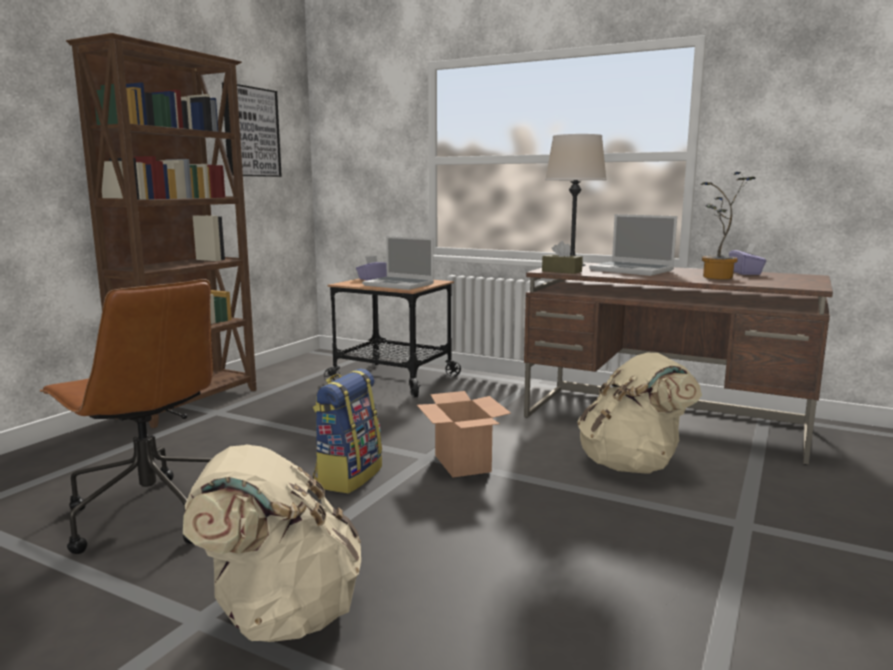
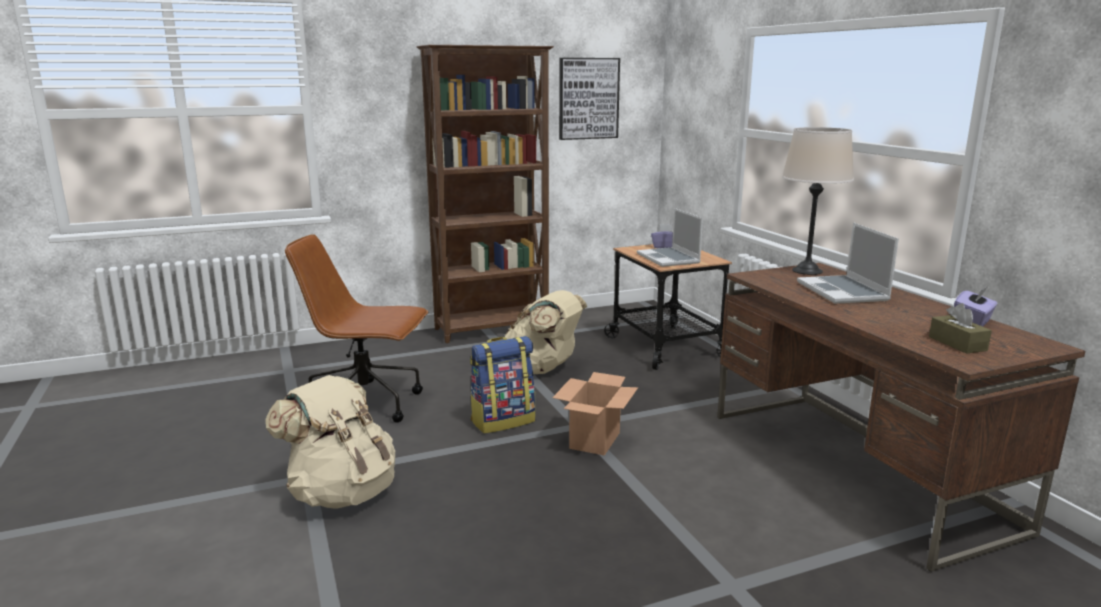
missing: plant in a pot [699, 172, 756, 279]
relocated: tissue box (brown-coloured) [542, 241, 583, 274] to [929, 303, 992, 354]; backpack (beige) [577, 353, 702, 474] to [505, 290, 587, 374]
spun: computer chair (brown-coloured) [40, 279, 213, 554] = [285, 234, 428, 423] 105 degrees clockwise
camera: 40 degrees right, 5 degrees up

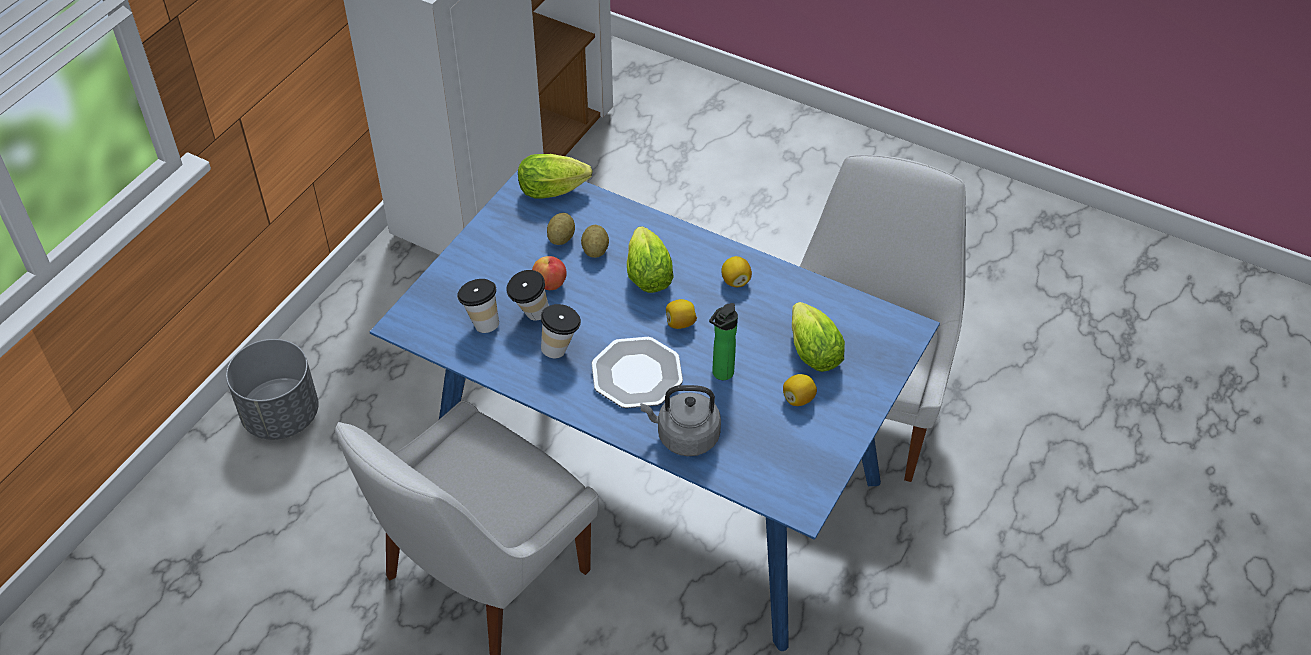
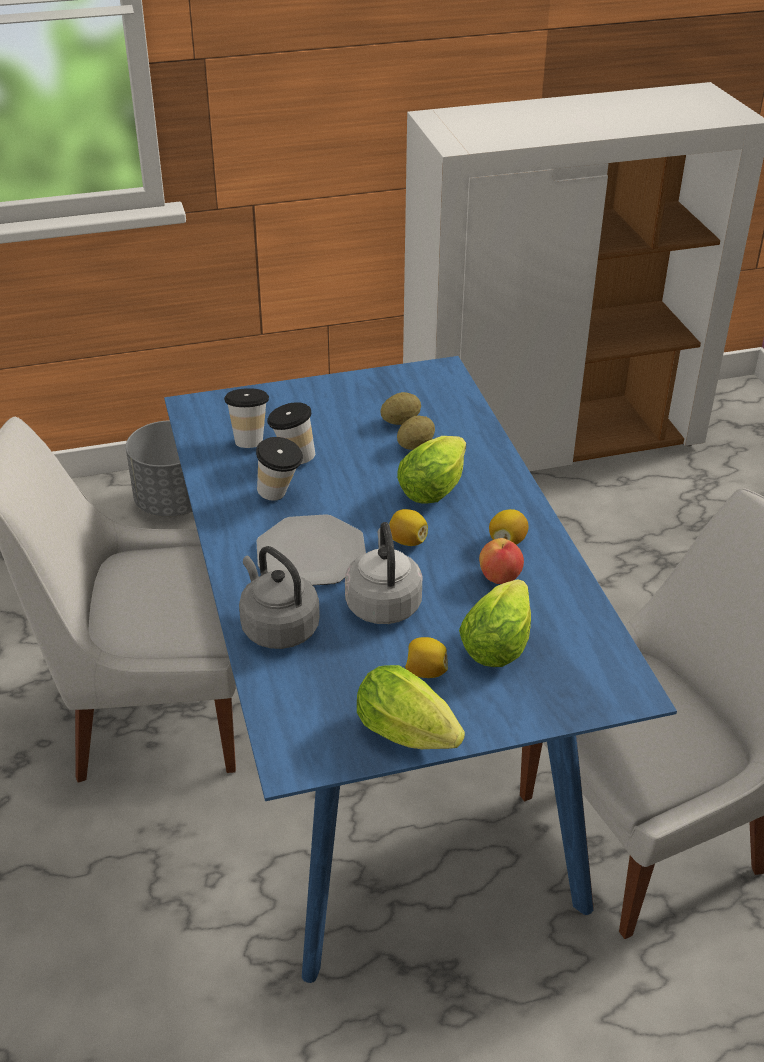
relocated: head of lettuce [518, 154, 592, 199] to [357, 665, 465, 749]; apple fruit [532, 256, 567, 290] to [479, 538, 524, 584]
exchanged: drink bottle [709, 303, 738, 380] to water kettle (gray) [345, 522, 422, 624]
camera: 45 degrees right, 10 degrees down

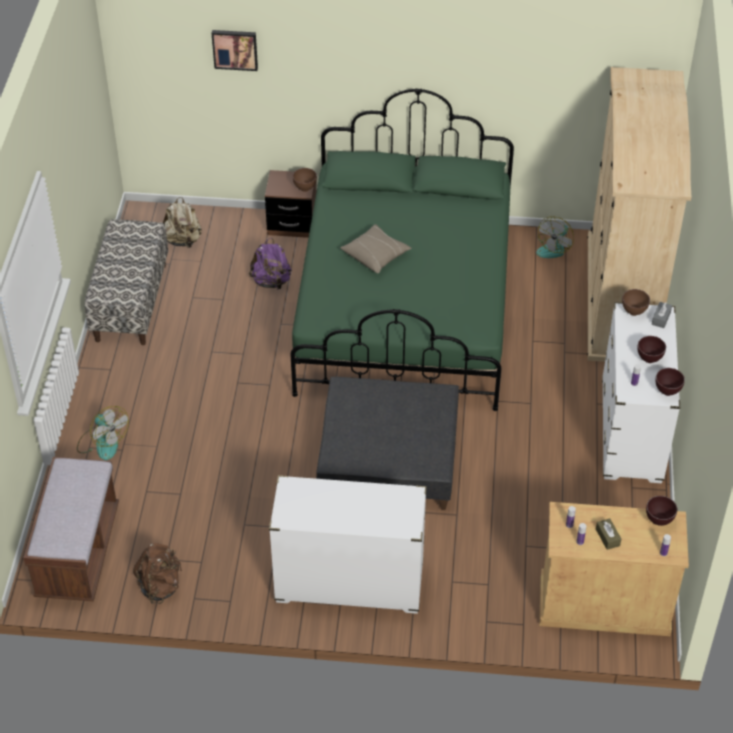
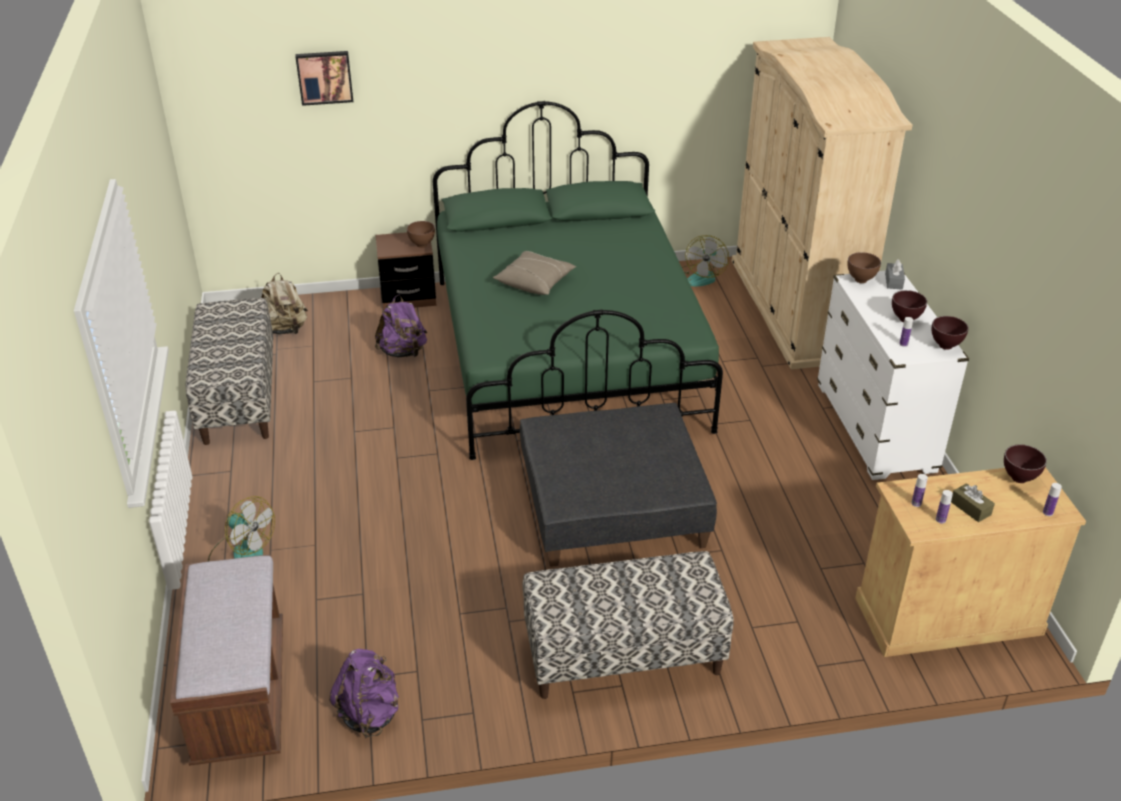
exchanged: chest of drawers (white-coloured) [269, 475, 427, 614] to bench [522, 551, 734, 699]
colour: backpack (brown-coloured) [133, 543, 182, 604] to backpack (purple-coloured) [329, 649, 399, 738]
camera: 15 degrees left, 10 degrees down

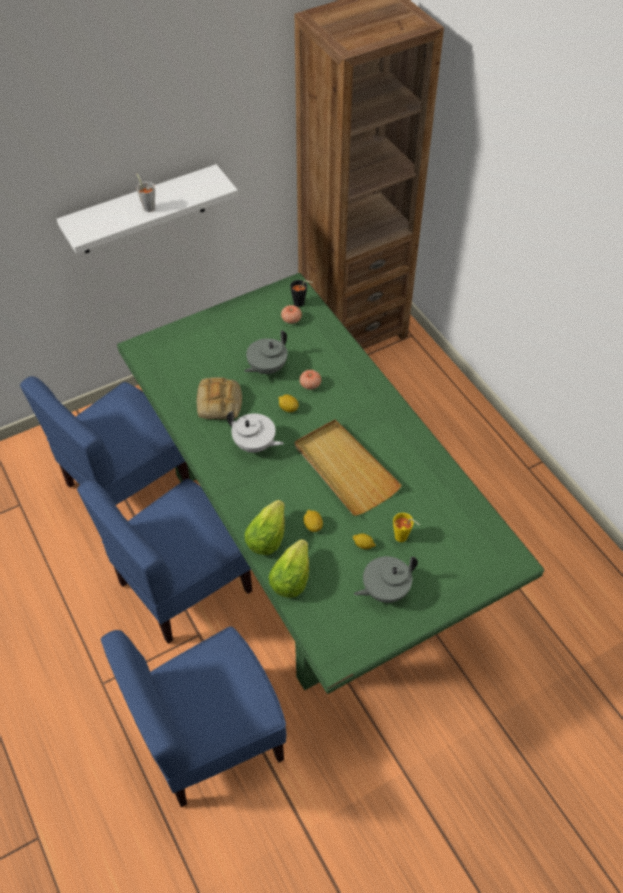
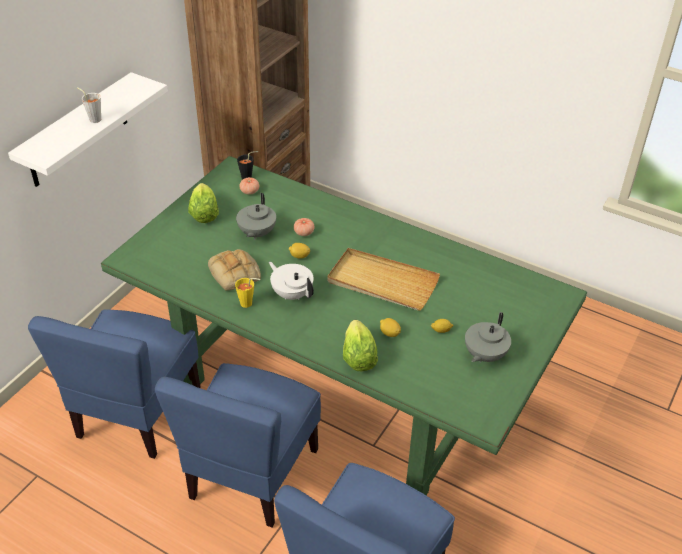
relocated: head of lettuce [268, 539, 309, 598] to [188, 183, 219, 223]; small cup (yellow) [393, 513, 420, 542] to [235, 278, 261, 308]
spun: teapot (white-coloured) [227, 411, 284, 453] = [269, 262, 314, 300] 135 degrees counterclockwise
camera: 30 degrees left, 10 degrees down

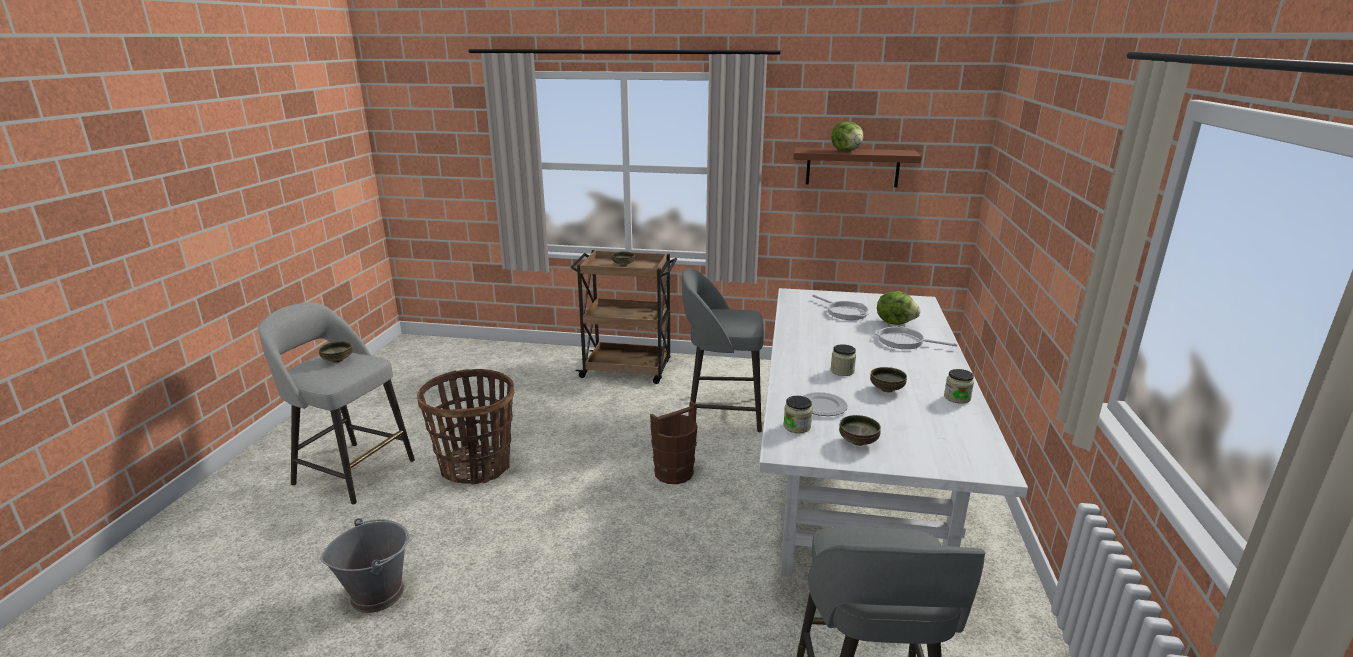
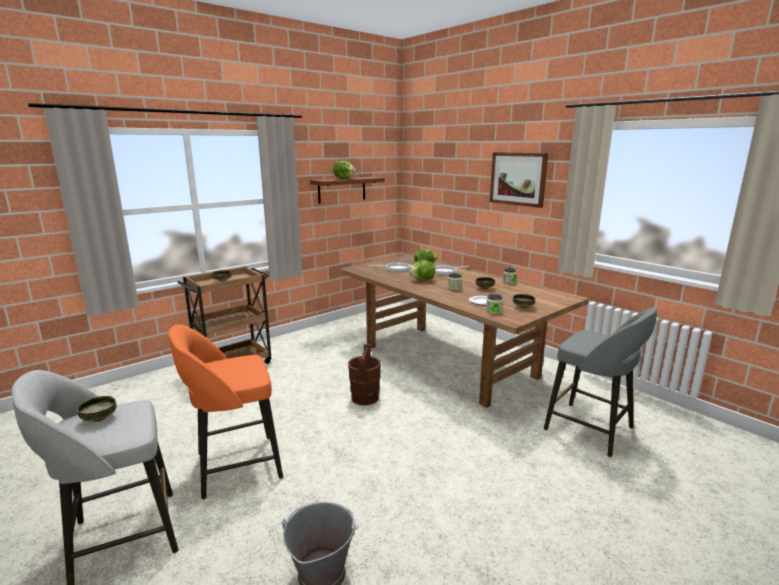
missing: sitting stool (gray) [682, 268, 764, 432]
appeared: head of lettuce [409, 260, 435, 281]; wall picture [490, 152, 548, 208]
exchanged: household basket [417, 369, 514, 485] to sitting stool (orangey) [168, 324, 283, 499]
colour: dining table (white-coloured) [759, 288, 1028, 577] to dining table (brown-coloured) [340, 254, 589, 408]
camera: 50 degrees left, 5 degrees down

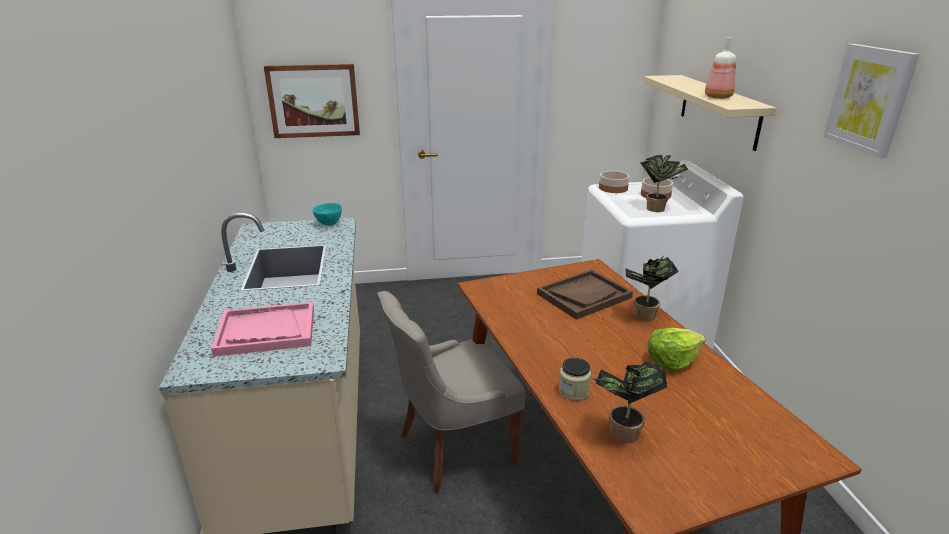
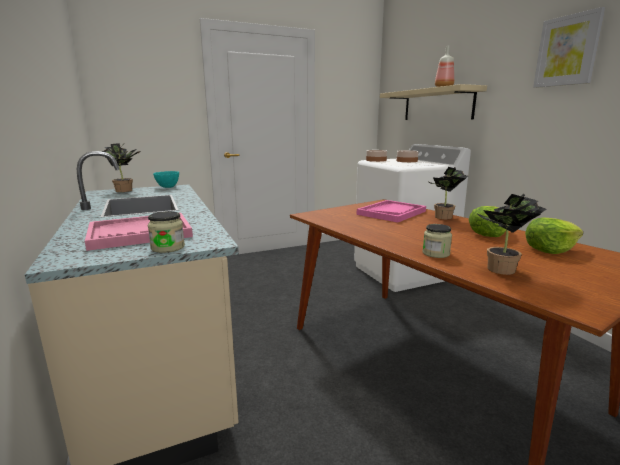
missing: wall picture [264, 64, 360, 138]; upright chair (gray) [377, 291, 526, 493]
appeared: preserve jar [148, 211, 185, 253]; head of lettuce [525, 217, 583, 254]
relocated: plant in a pot [640, 155, 688, 212] to [102, 143, 140, 192]
colour: carrying tray (brown-coloured) [537, 269, 633, 320] to carrying tray (pink) [356, 200, 426, 223]
camera: 15 degrees left, 10 degrees down

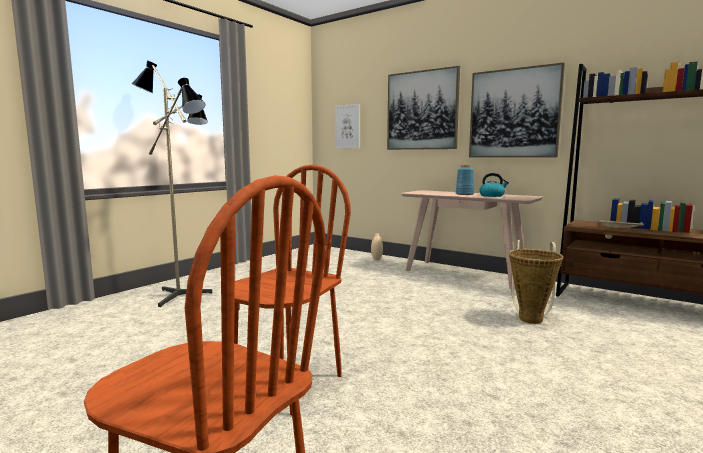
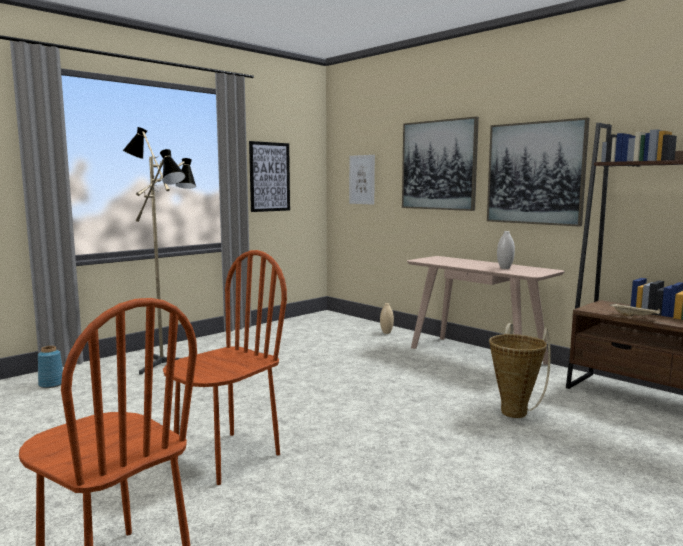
appeared: wall picture [249, 141, 290, 212]
relocated: flower vase (blue-coloured) [456, 165, 474, 195] to [38, 346, 63, 388]
exchanged: water kettle [480, 173, 509, 197] to flower vase (white-coloured) [497, 231, 515, 269]
camera: 10 degrees right, 0 degrees up

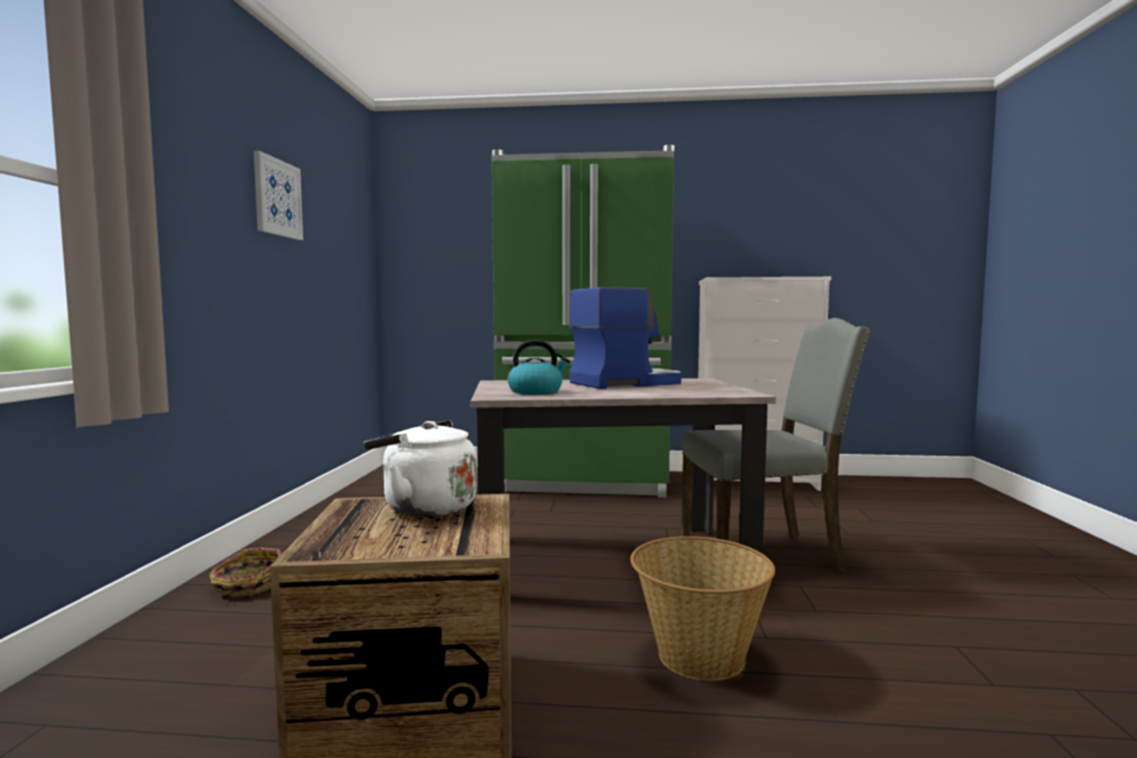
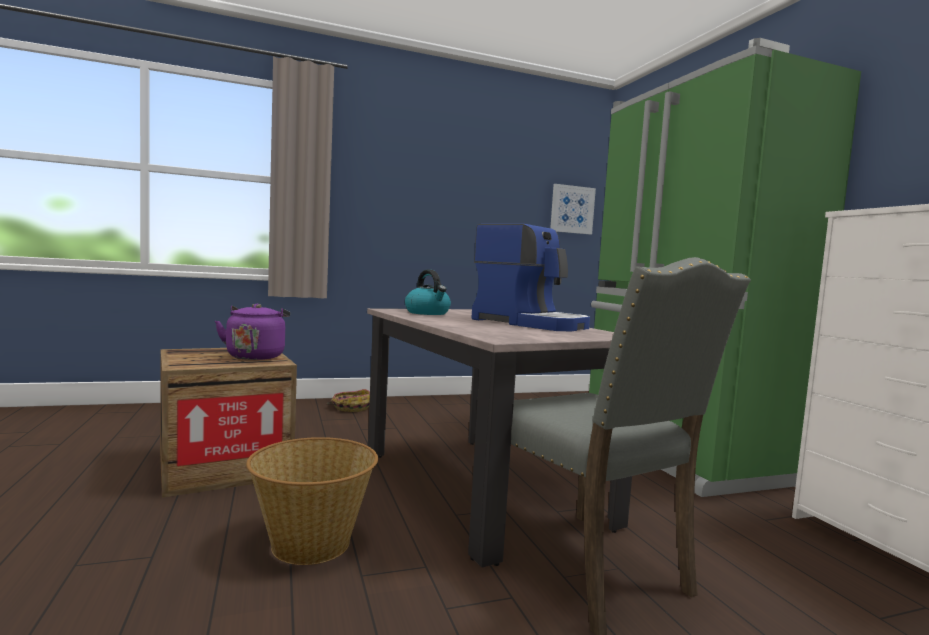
relocated: wall picture [254, 151, 303, 240] to [550, 184, 596, 234]
colour: water kettle (white-coloured) [363, 420, 477, 517] to water kettle (purple-coloured) [215, 304, 290, 360]
camera: 65 degrees right, 0 degrees up

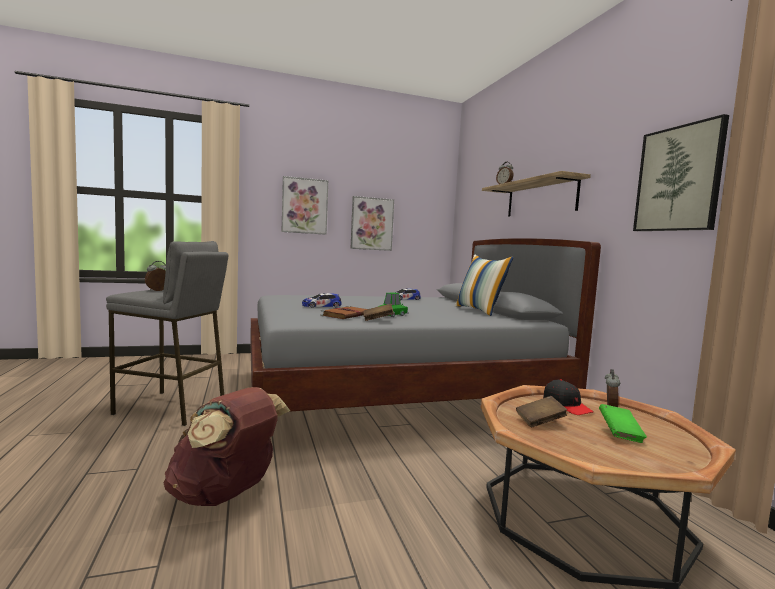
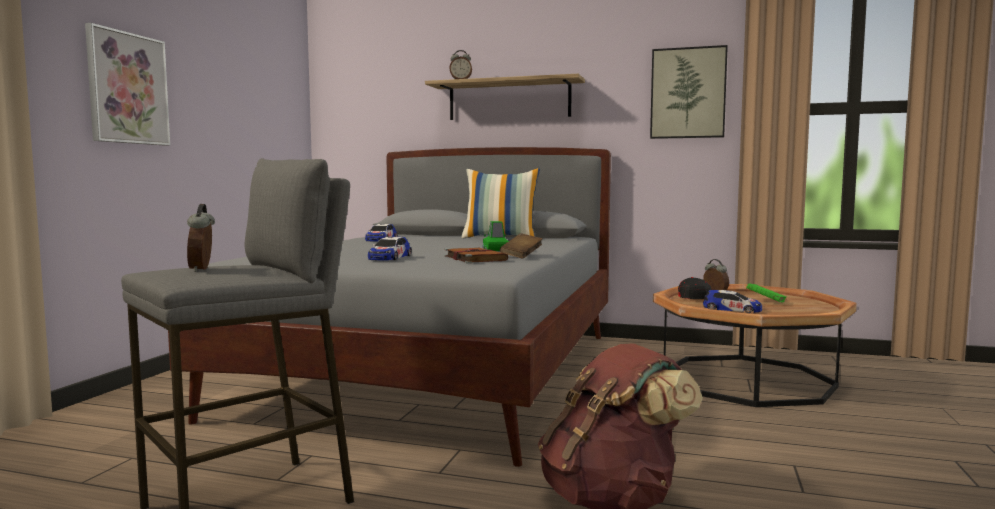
missing: wall picture [350, 196, 394, 251]
exchanged: bound book (brown-coloured) [516, 396, 567, 427] to toy car [703, 290, 762, 313]
camera: 55 degrees left, 0 degrees up

